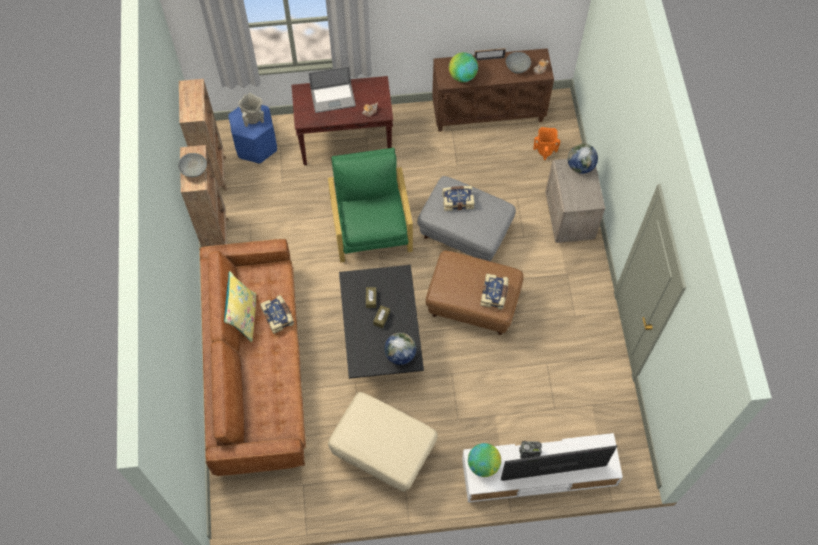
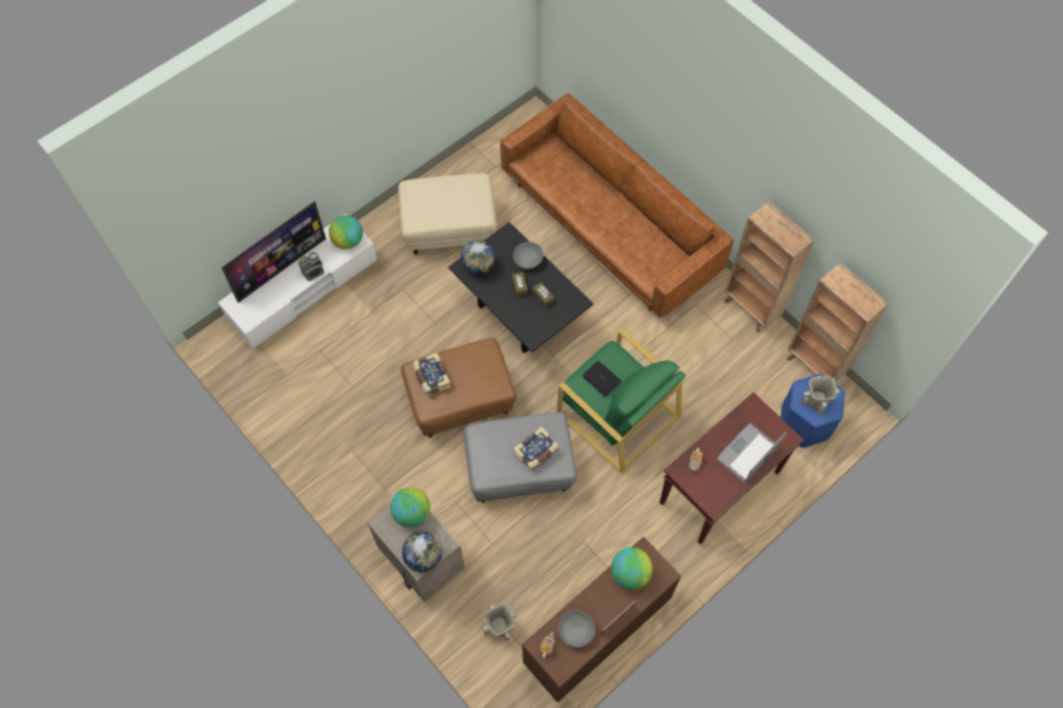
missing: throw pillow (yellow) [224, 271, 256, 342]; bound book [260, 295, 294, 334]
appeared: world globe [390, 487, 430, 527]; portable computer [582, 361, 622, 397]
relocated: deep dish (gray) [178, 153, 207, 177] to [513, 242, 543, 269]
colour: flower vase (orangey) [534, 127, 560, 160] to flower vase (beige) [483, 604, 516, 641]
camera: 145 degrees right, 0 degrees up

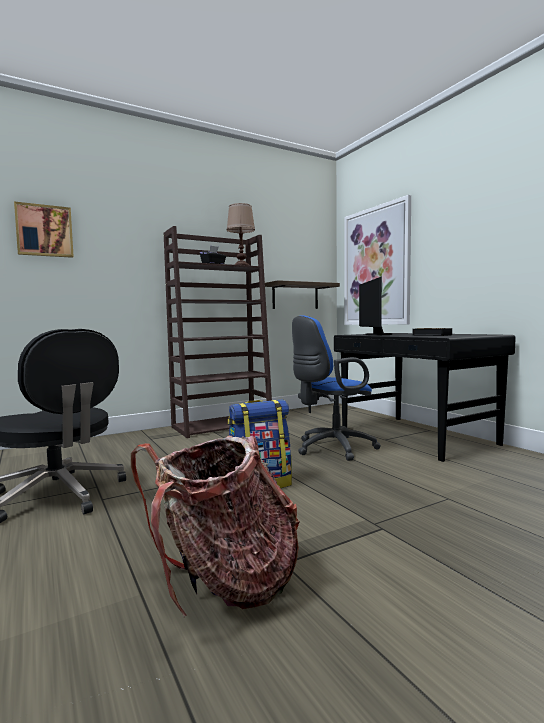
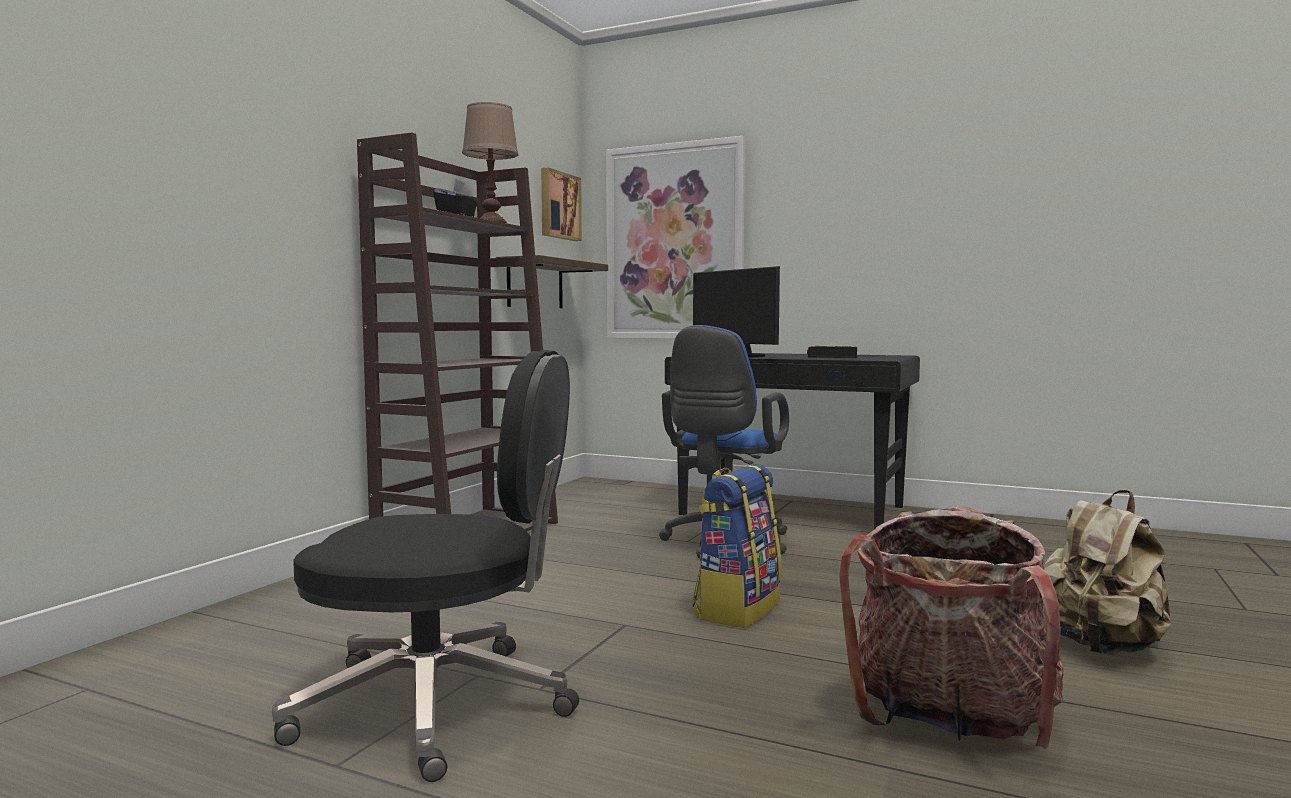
appeared: backpack (beige) [1043, 490, 1171, 655]
relocated: wall picture [14, 201, 74, 258] to [541, 167, 582, 241]
camera: 35 degrees left, 0 degrees up

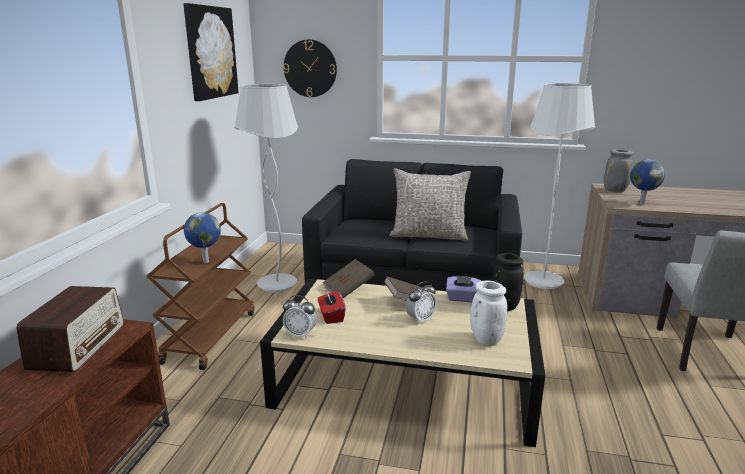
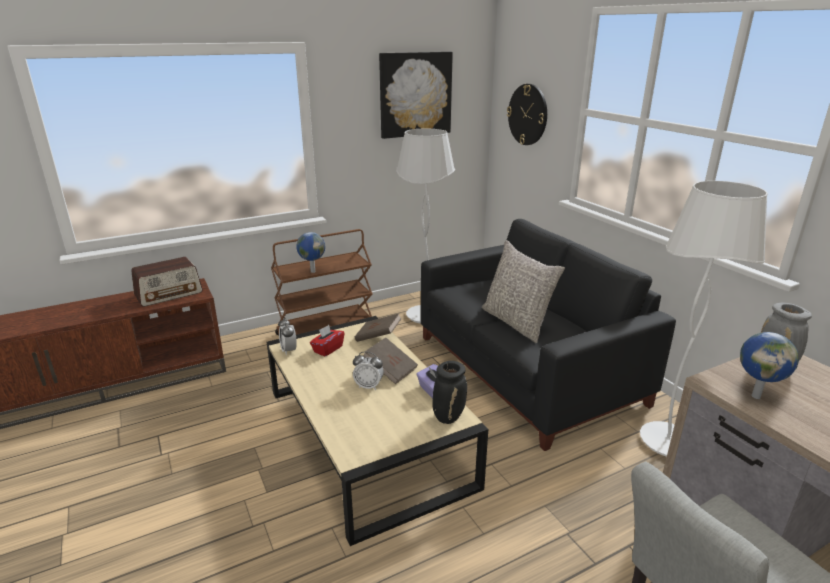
missing: flower vase (white-coloured) [470, 280, 508, 346]
camera: 50 degrees right, 5 degrees up

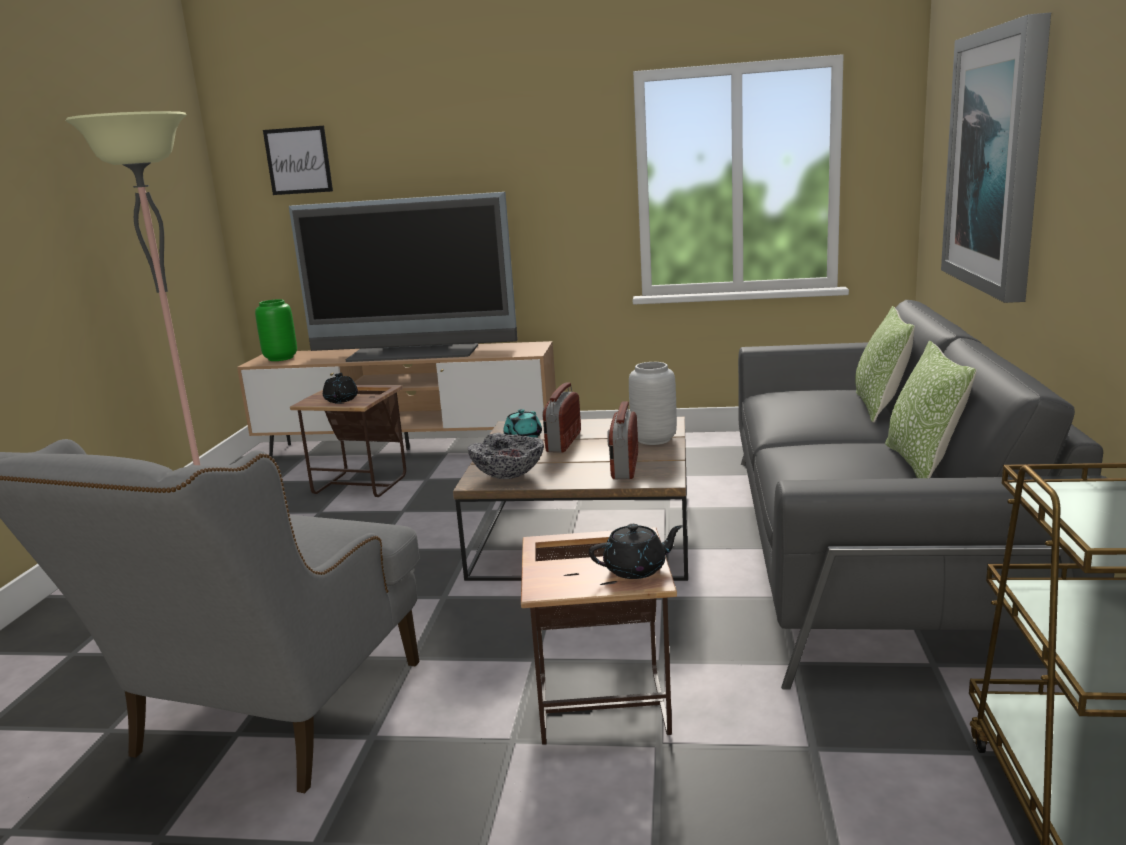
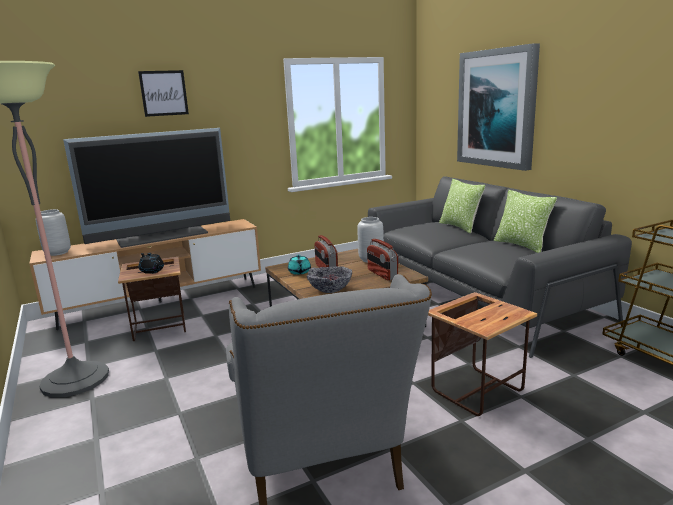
missing: teapot (black-coloured) [589, 524, 683, 579]
relocated: wall picture [263, 126, 333, 195] to [138, 70, 189, 117]
colour: flower vase (green) [255, 299, 297, 361] to flower vase (gray) [36, 209, 71, 256]
camera: 35 degrees left, 0 degrees up

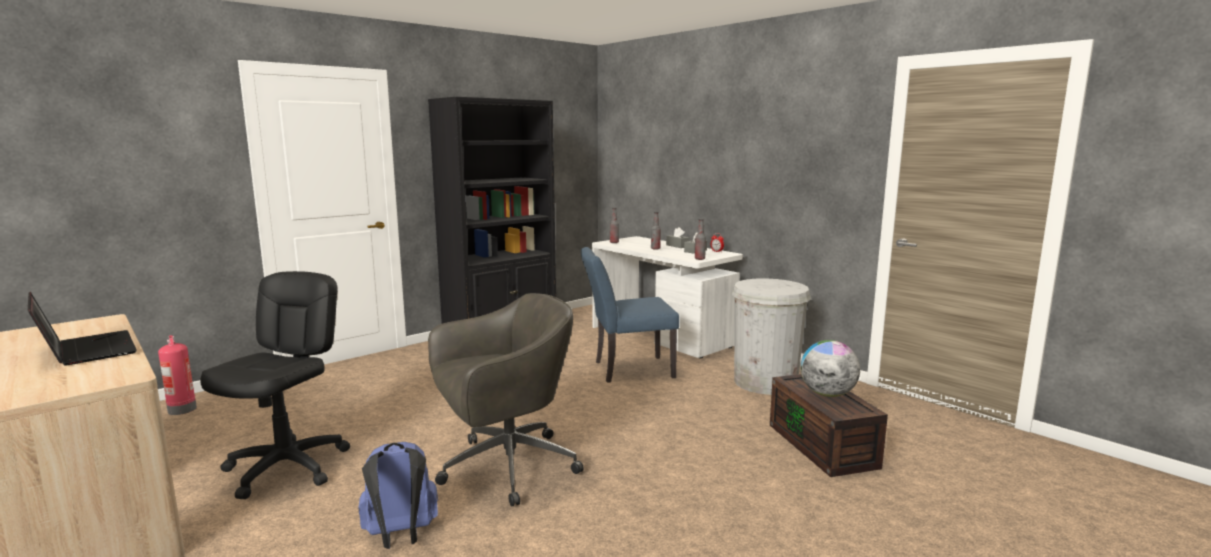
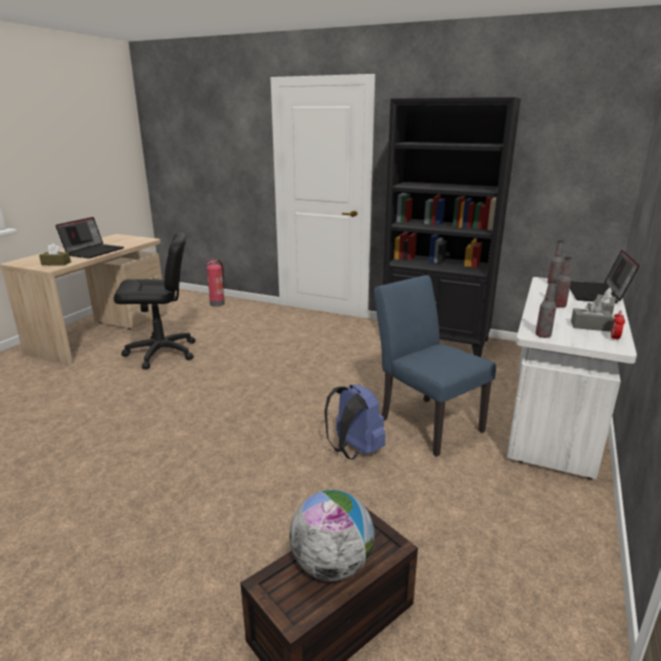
missing: computer chair (gray) [428, 293, 584, 506]; trash can (white-coloured) [732, 278, 811, 395]
appeared: tissue box (brown-coloured) [39, 243, 71, 266]; portable computer [570, 250, 640, 303]
relocated: backpack (blue-coloured) [359, 442, 438, 549] to [324, 385, 385, 459]
camera: 65 degrees right, 10 degrees up

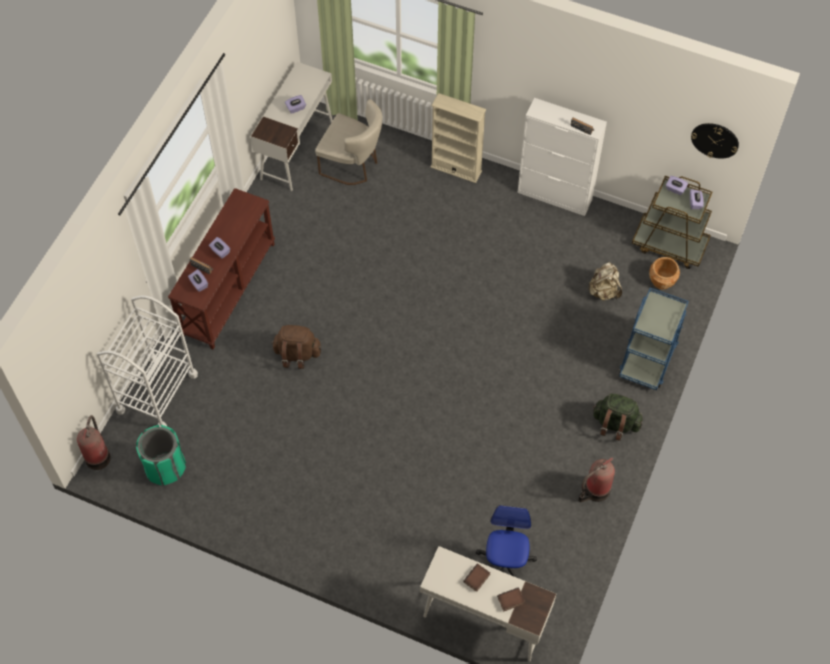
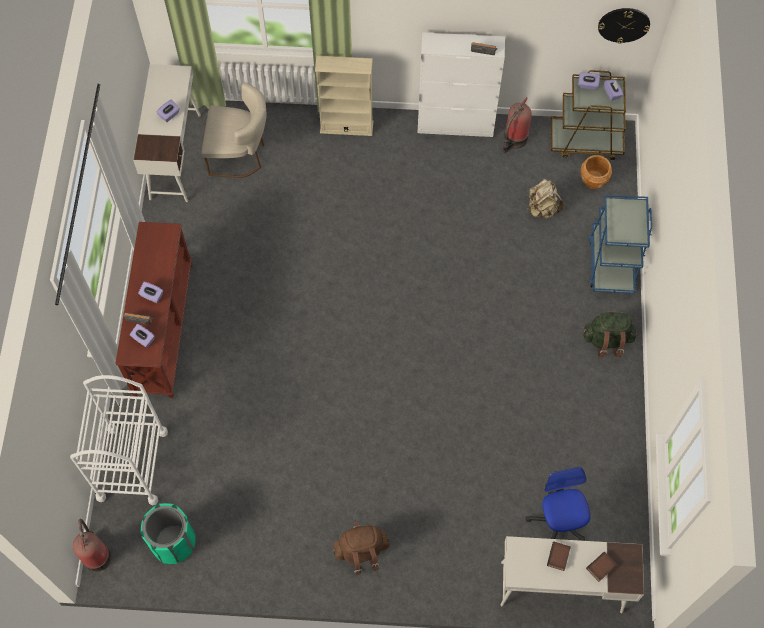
relocated: backpack (brown-coloured) [271, 325, 321, 369] to [332, 522, 390, 575]; extinguisher [578, 458, 615, 502] to [503, 97, 532, 153]
camera: 20 degrees left, 5 degrees up

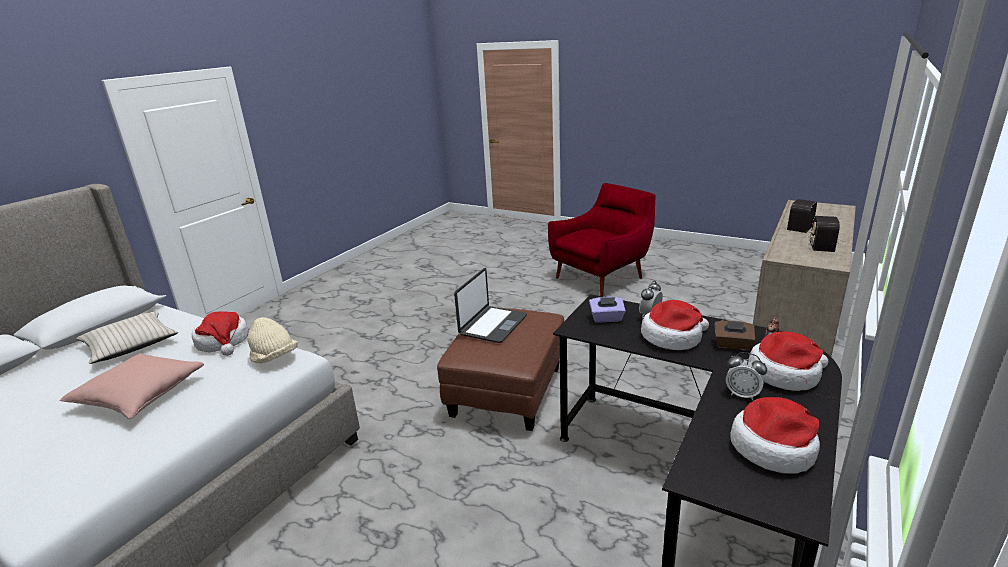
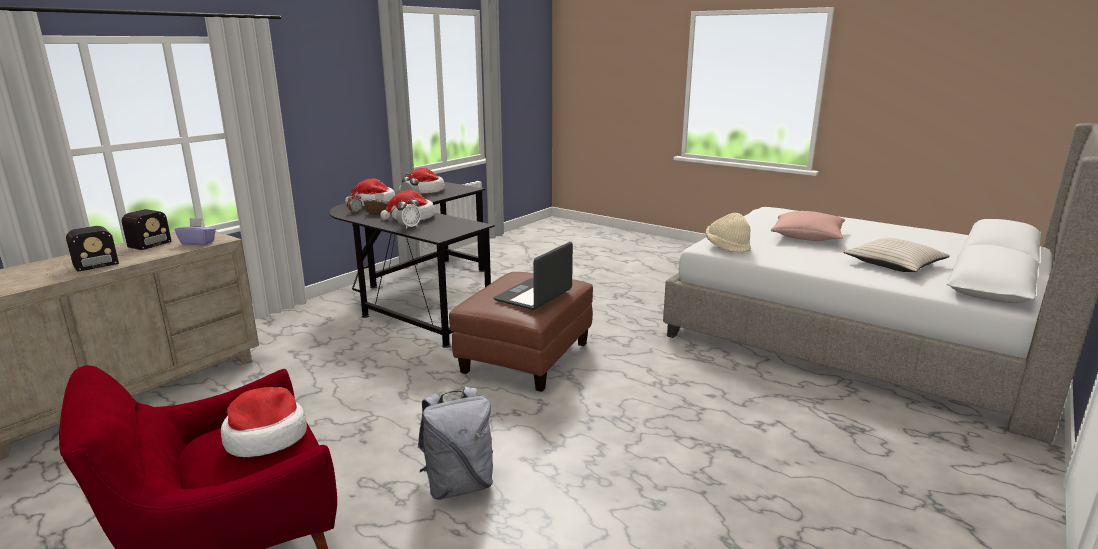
appeared: backpack (gray) [418, 387, 493, 500]
relocated: wearable hat [192, 311, 249, 356] to [221, 387, 307, 457]; tissue box (purple-coloured) [589, 297, 626, 323] to [175, 218, 216, 245]
camera: 175 degrees left, 5 degrees down

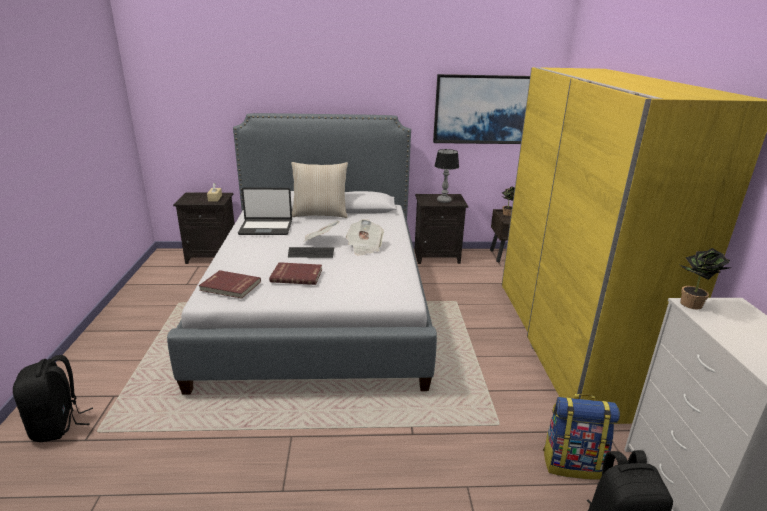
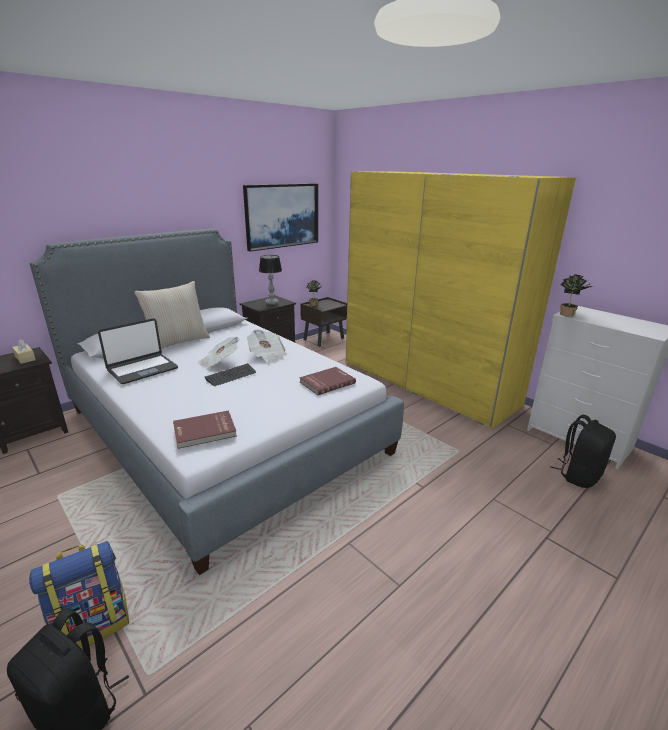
relocated: bound book (reddish) [269, 262, 322, 285] to [300, 367, 356, 395]; backpack [543, 394, 620, 480] to [29, 541, 129, 649]
camera: 40 degrees left, 0 degrees up

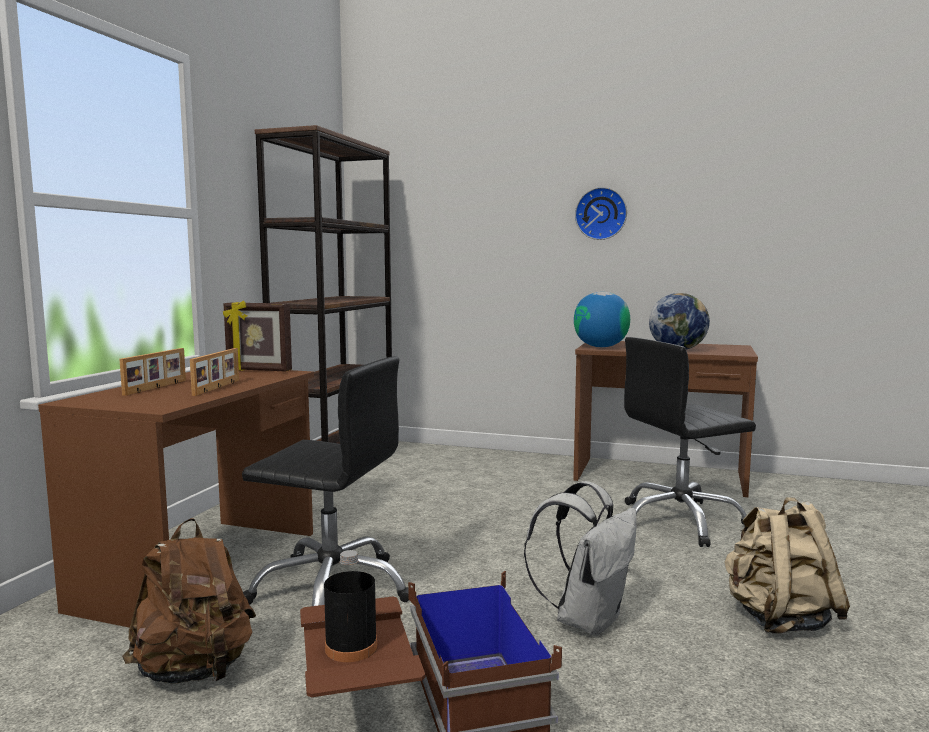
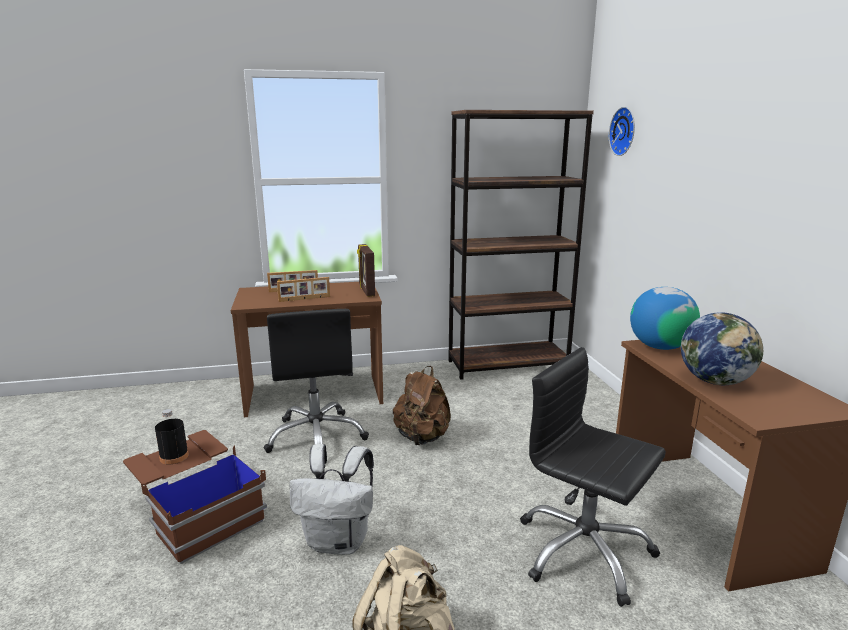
relocated: backpack (brown-coloured) [122, 518, 256, 684] to [393, 366, 451, 445]; wall clock [575, 187, 627, 240] to [609, 107, 635, 156]
camera: 60 degrees right, 10 degrees up

